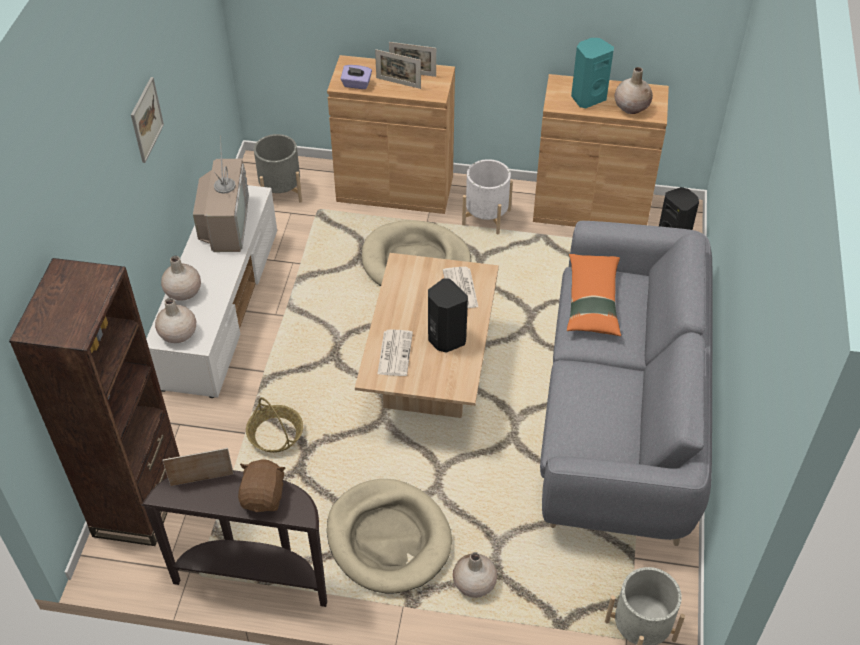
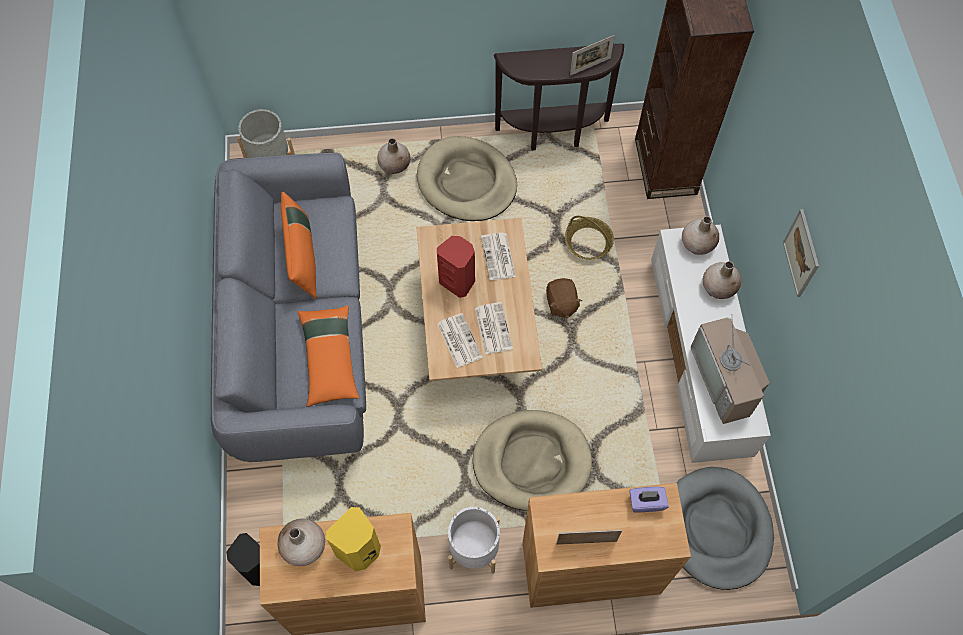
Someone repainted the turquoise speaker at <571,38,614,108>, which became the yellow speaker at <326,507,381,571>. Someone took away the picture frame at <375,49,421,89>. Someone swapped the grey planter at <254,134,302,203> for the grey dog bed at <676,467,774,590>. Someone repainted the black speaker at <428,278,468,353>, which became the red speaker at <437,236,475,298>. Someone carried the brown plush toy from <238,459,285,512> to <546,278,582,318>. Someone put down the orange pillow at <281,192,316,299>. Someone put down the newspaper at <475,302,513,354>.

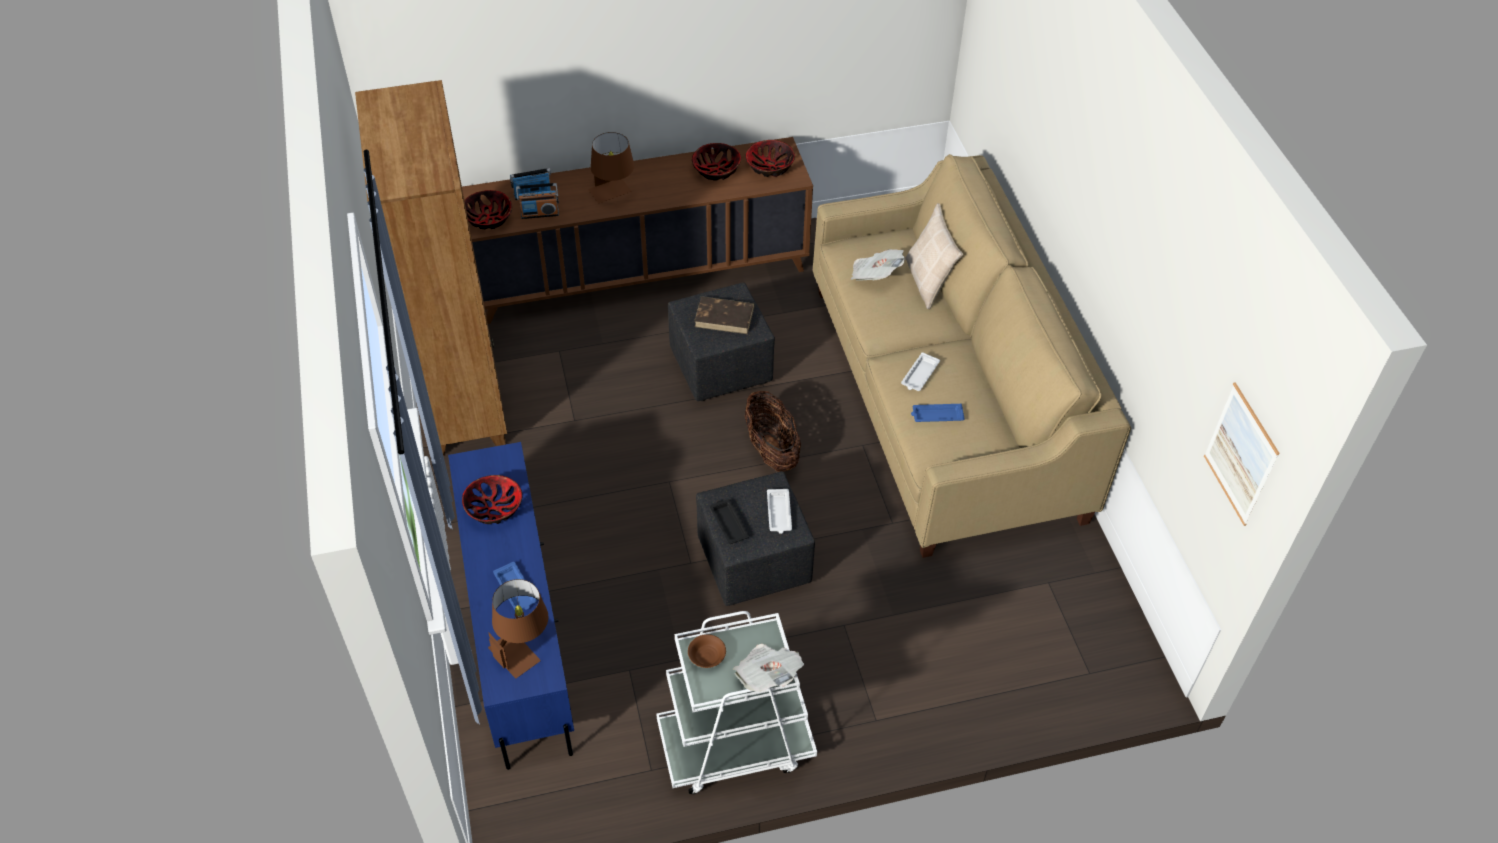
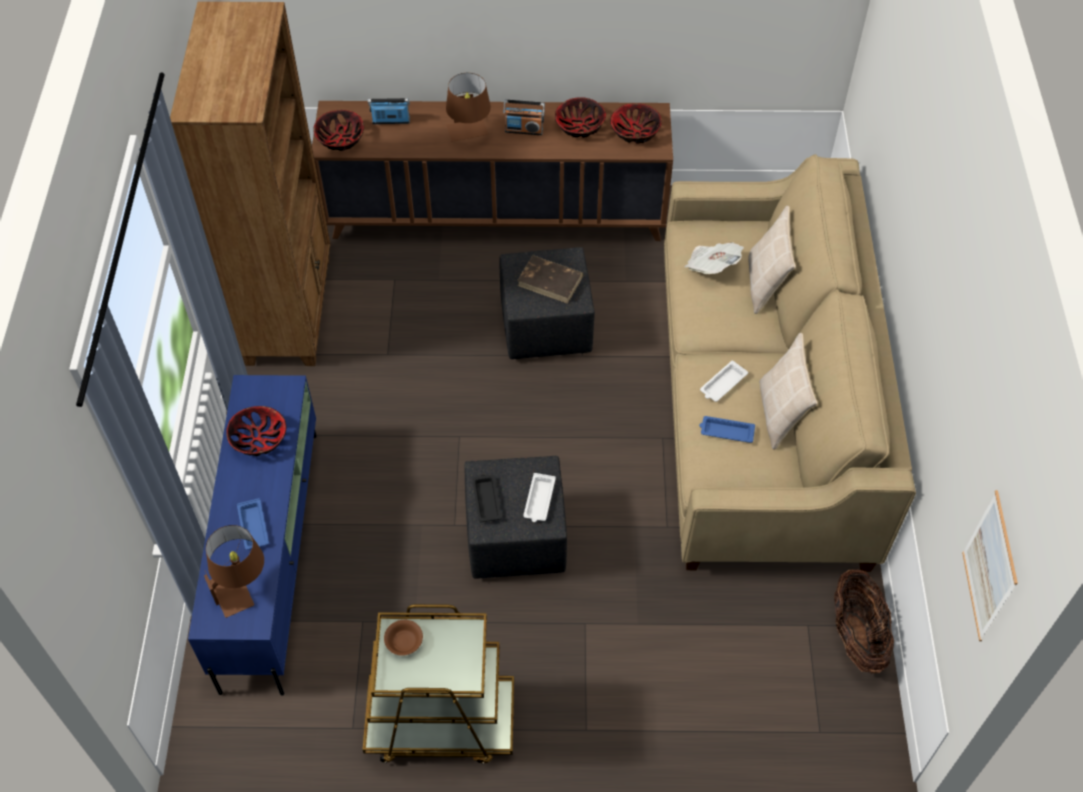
Someone carried the radio from <516,183,559,219> to <503,100,545,135>. Someone carried the basket from <744,391,801,472> to <834,570,894,673>. Someone repainted the white cart at <656,611,817,794>, which became the brown cart at <363,604,514,764>. Someone took away the newspaper at <733,644,804,692>. Someone put down the beige pillow at <759,333,818,450>.

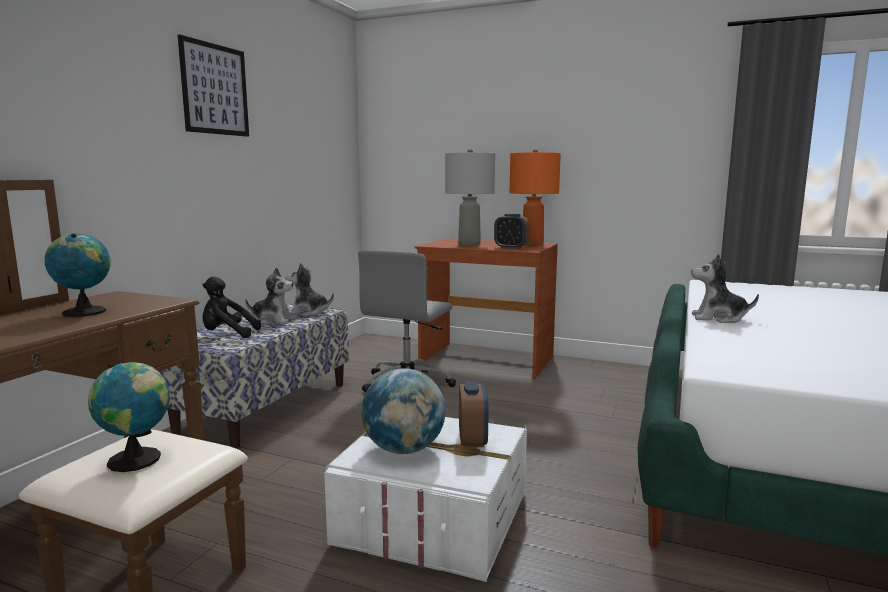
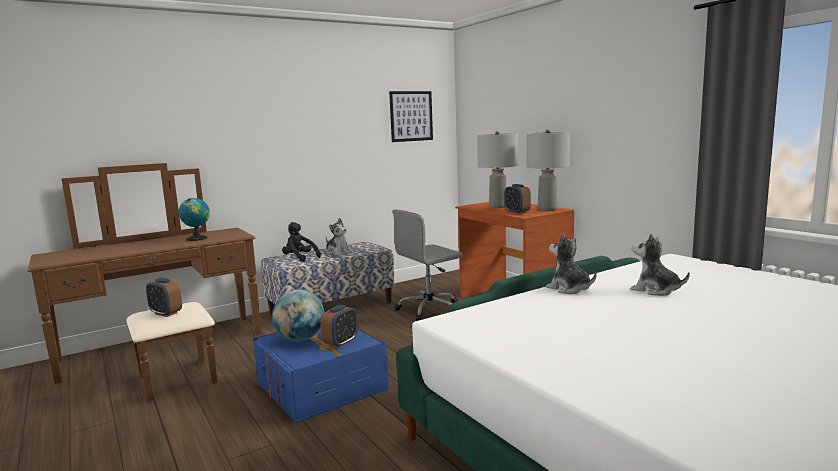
Someone carried the picture from <178,34,249,137> to <389,91,433,142>. Someone repainted the orange table lamp at <510,149,561,246>, which became the grey table lamp at <526,129,570,211>. Someone carried the plush toy from <286,263,334,316> to <630,234,690,296>. Someone swapped the globe at <88,362,170,472> for the alarm clock at <146,278,182,317>. Someone repainted the white storage box at <324,417,527,582>, which became the blue storage box at <253,328,389,423>.

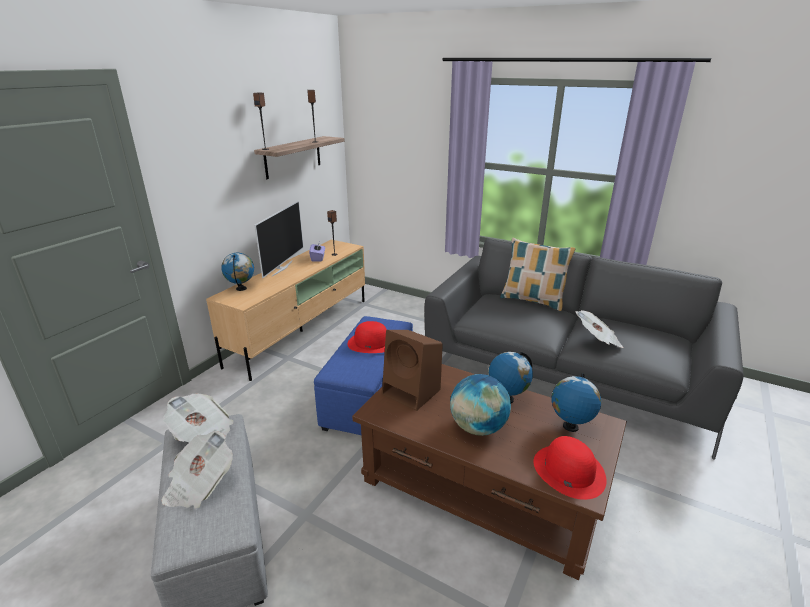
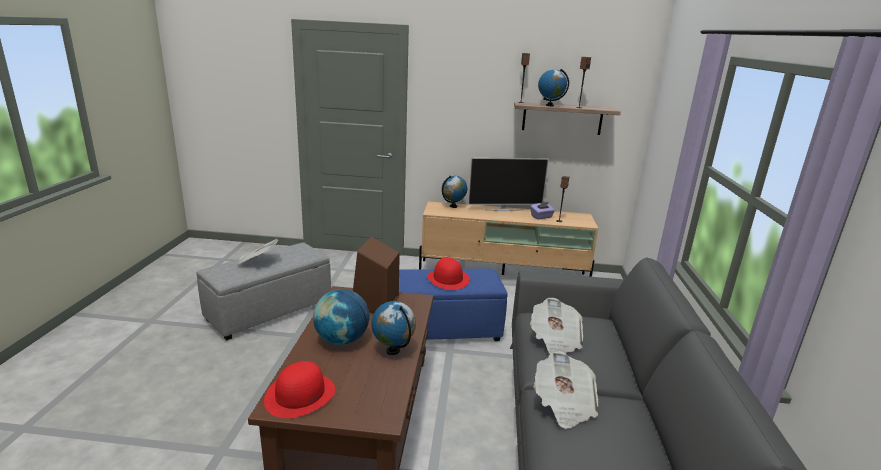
Someone took away the pillow at <500,238,576,311>. Someone carried the globe from <551,373,601,432> to <538,69,569,106>. Someone carried the newspaper from <163,394,234,443> to <530,298,583,354>.

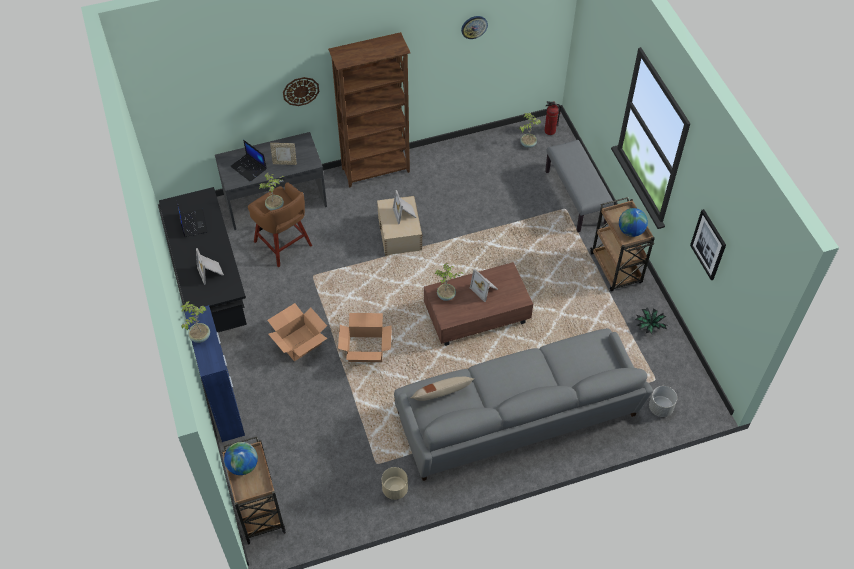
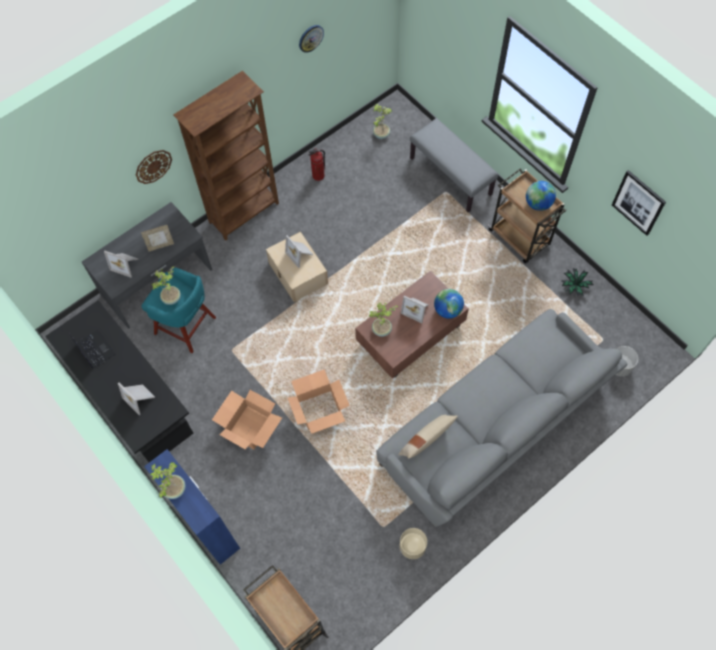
Someone carried the fire extinguisher from <544,101,561,135> to <308,148,325,181>. Someone swapped the laptop at <230,140,267,182> for the picture frame at <104,251,138,278>. Someone repainted the brown stool at <248,182,312,267>, which became the turquoise stool at <141,268,216,353>. Someone carried the globe from <224,442,258,475> to <434,289,464,319>.

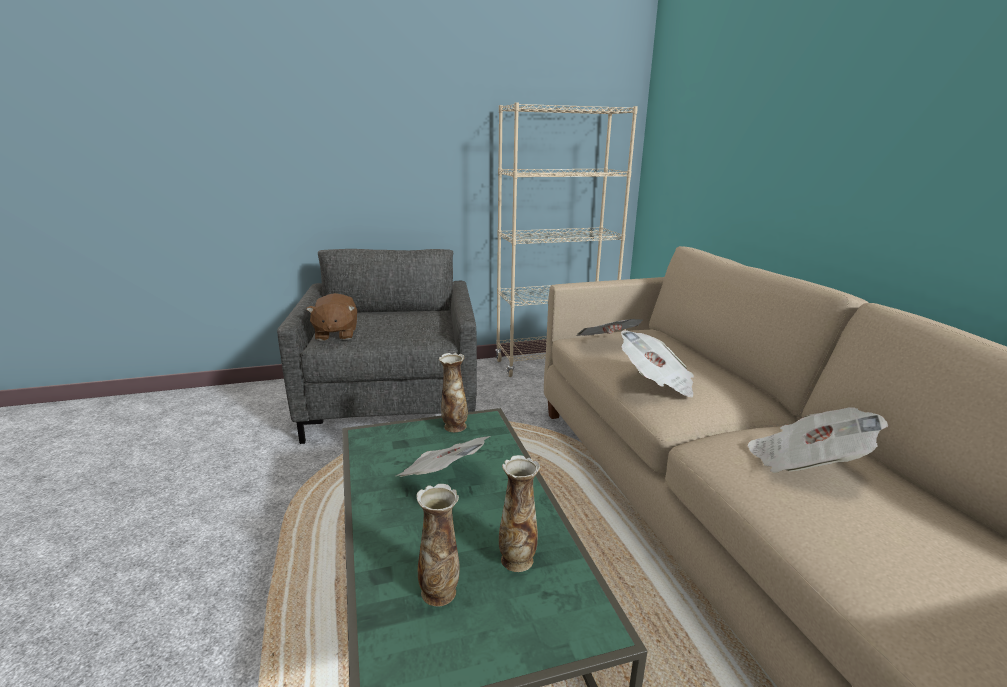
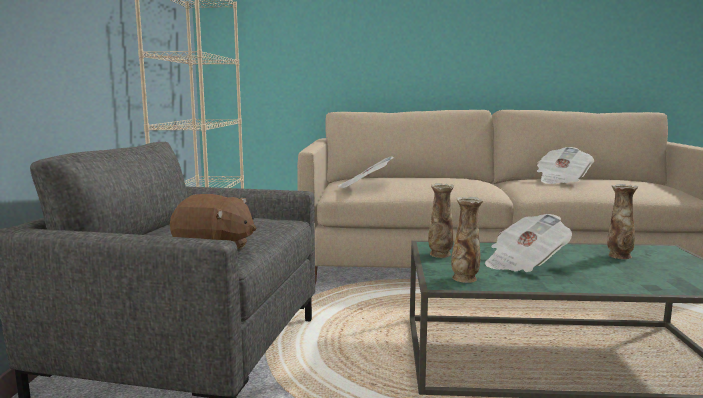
Someone took away the newspaper at <621,330,694,398>. Someone carried the vase from <416,484,460,606> to <451,197,484,283>.

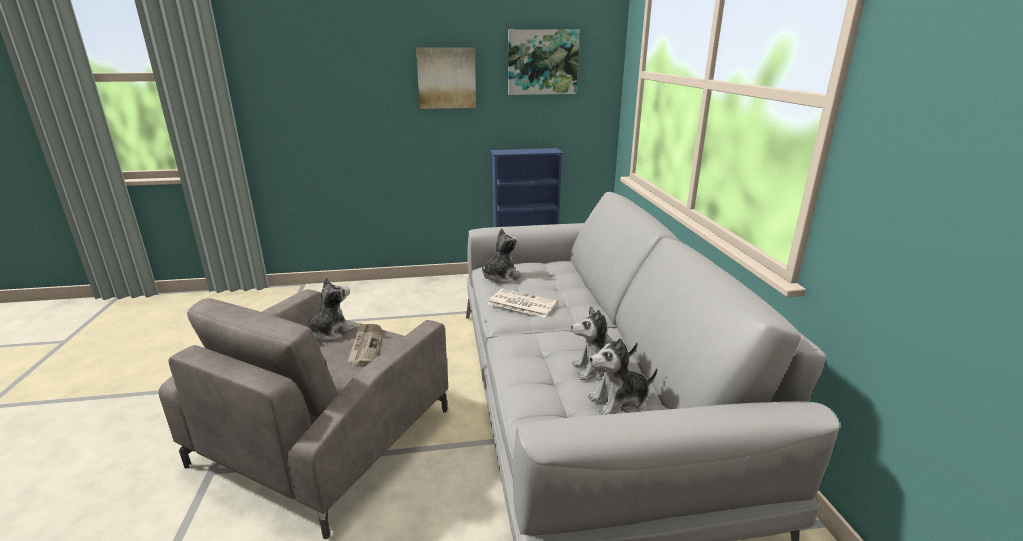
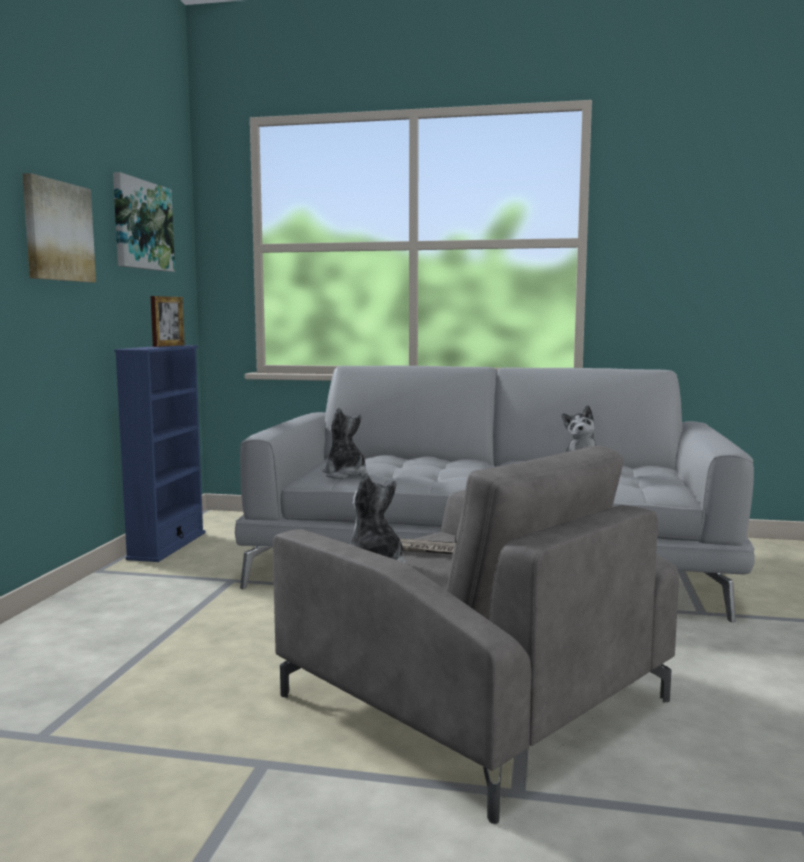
Someone took away the newspaper at <488,289,558,318>. Someone took away the plush toy at <588,333,657,415>. Someone put down the picture frame at <151,296,185,347>.

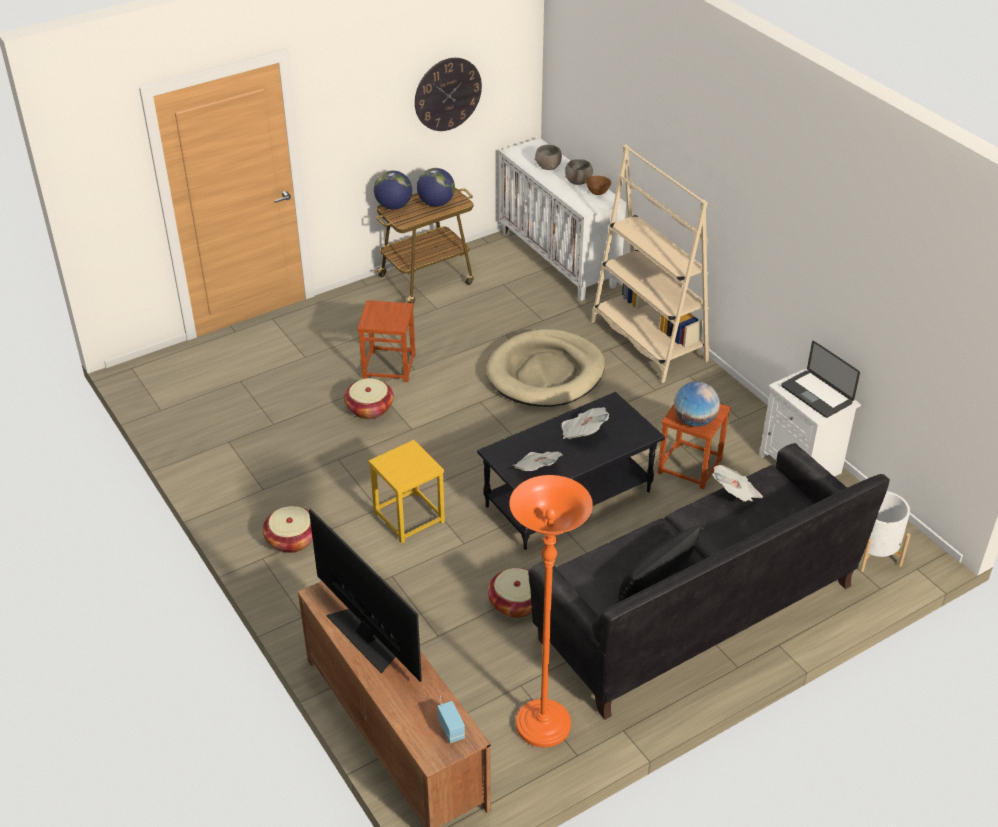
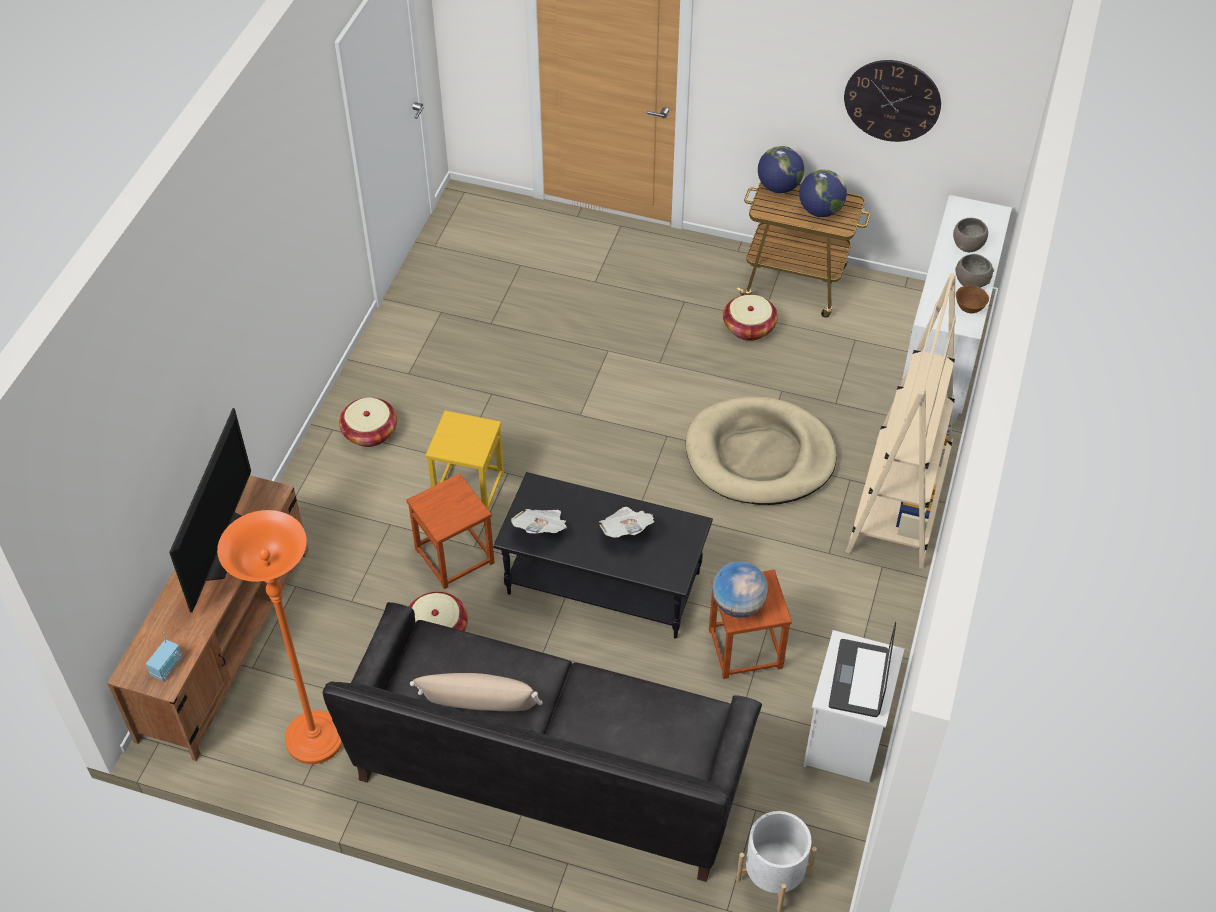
Someone carried the brown stool from <357,300,415,382> to <406,473,495,589>. Someone carried the basket from <344,378,394,419> to <723,294,778,341>. Someone took away the newspaper at <712,465,763,502>. Someone repainted the black pillow at <617,526,704,603>, which became the beige pillow at <410,673,543,711>.

